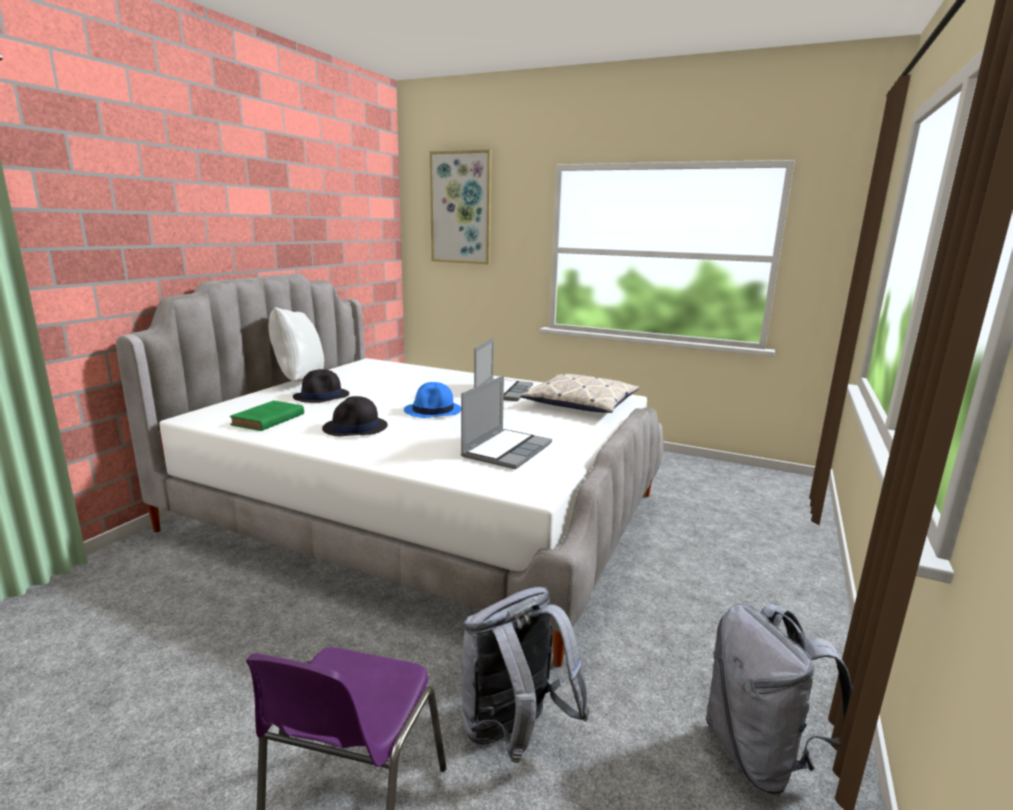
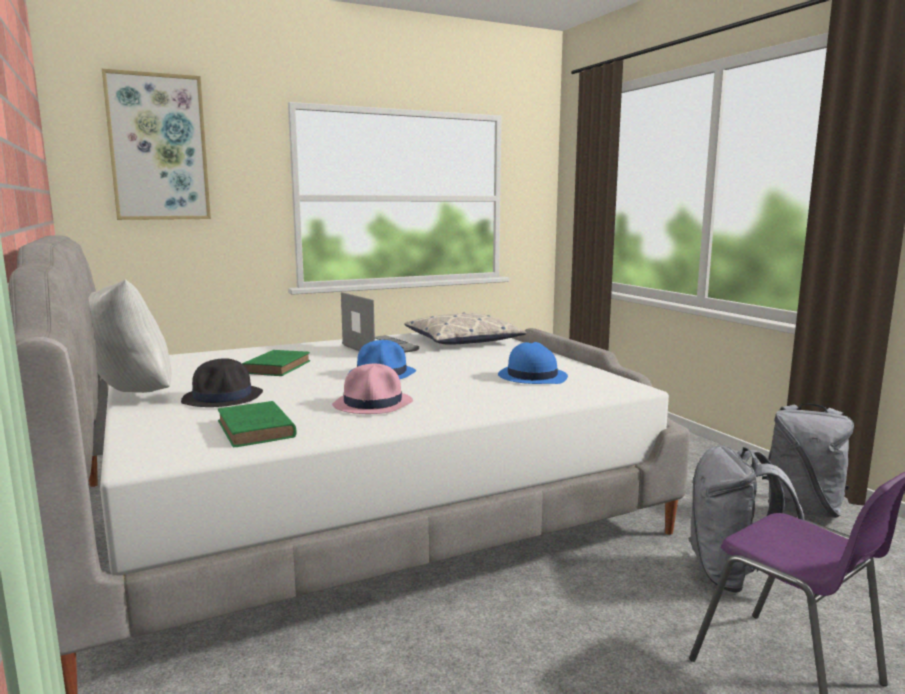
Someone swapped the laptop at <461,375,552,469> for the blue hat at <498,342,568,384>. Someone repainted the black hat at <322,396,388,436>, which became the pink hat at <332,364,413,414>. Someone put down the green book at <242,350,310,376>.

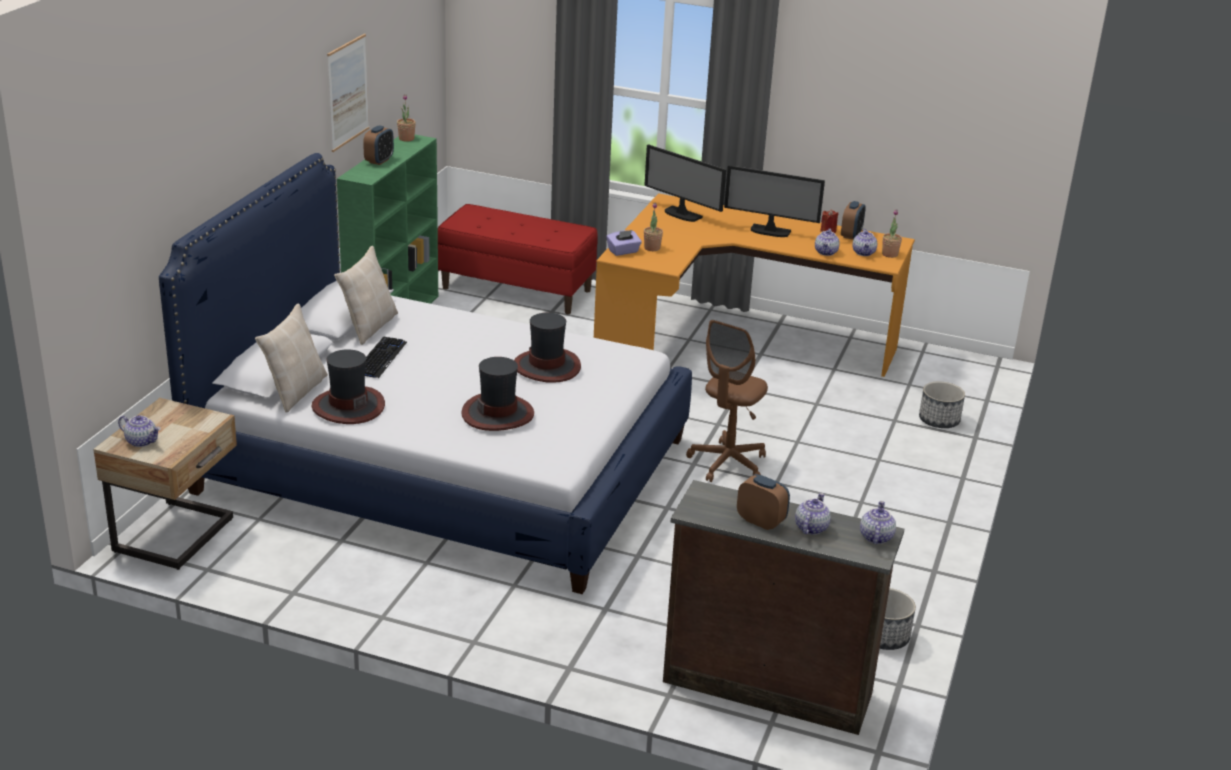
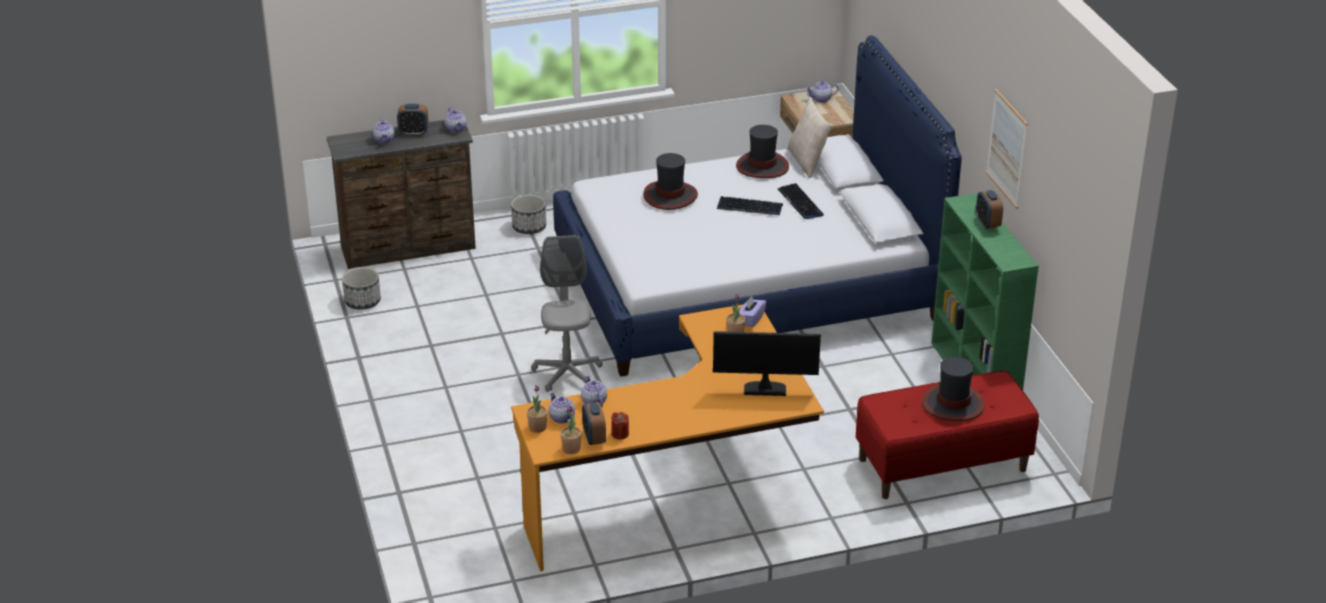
Someone carried the potted plant from <397,94,416,141> to <560,406,582,454>. Someone took away the monitor at <724,165,825,237>. Someone took away the beige pillow at <334,246,398,345>. Someone carried the hat from <514,313,581,383> to <922,357,985,421>. Someone repainted the brown office chair at <686,320,768,482>, which became the grey office chair at <531,235,603,392>. Someone carried the planter from <919,381,965,428> to <511,195,546,234>. Someone carried the teapot from <860,501,896,544> to <445,107,467,132>. Someone put down the keyboard at <717,196,783,215>.

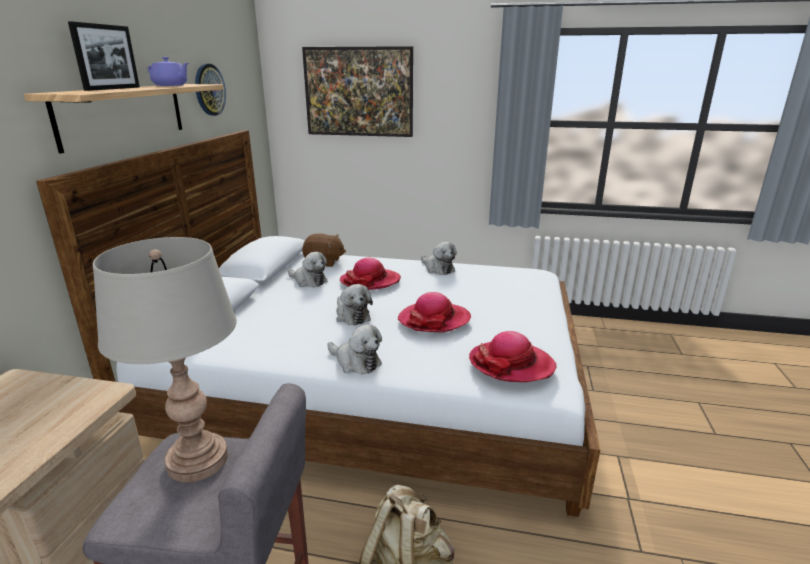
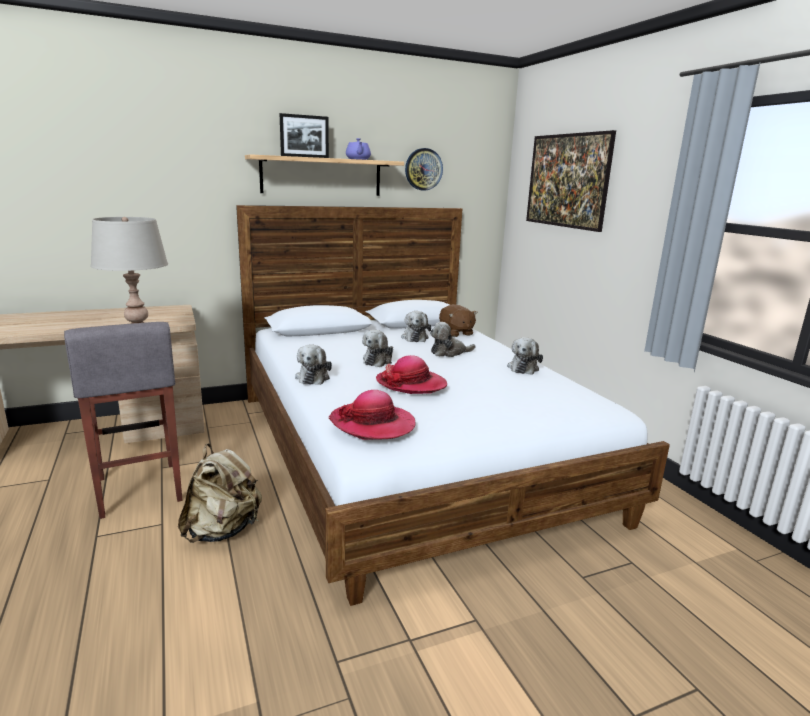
Someone swapped the hat at <340,258,401,290> for the plush toy at <430,322,475,357>.

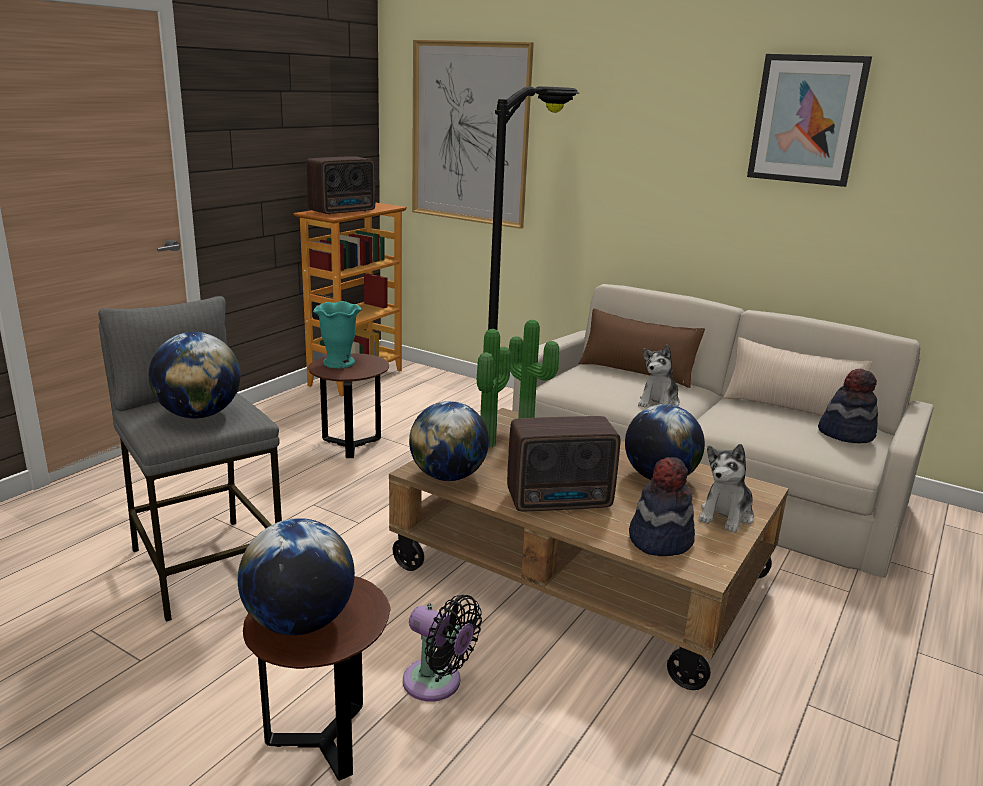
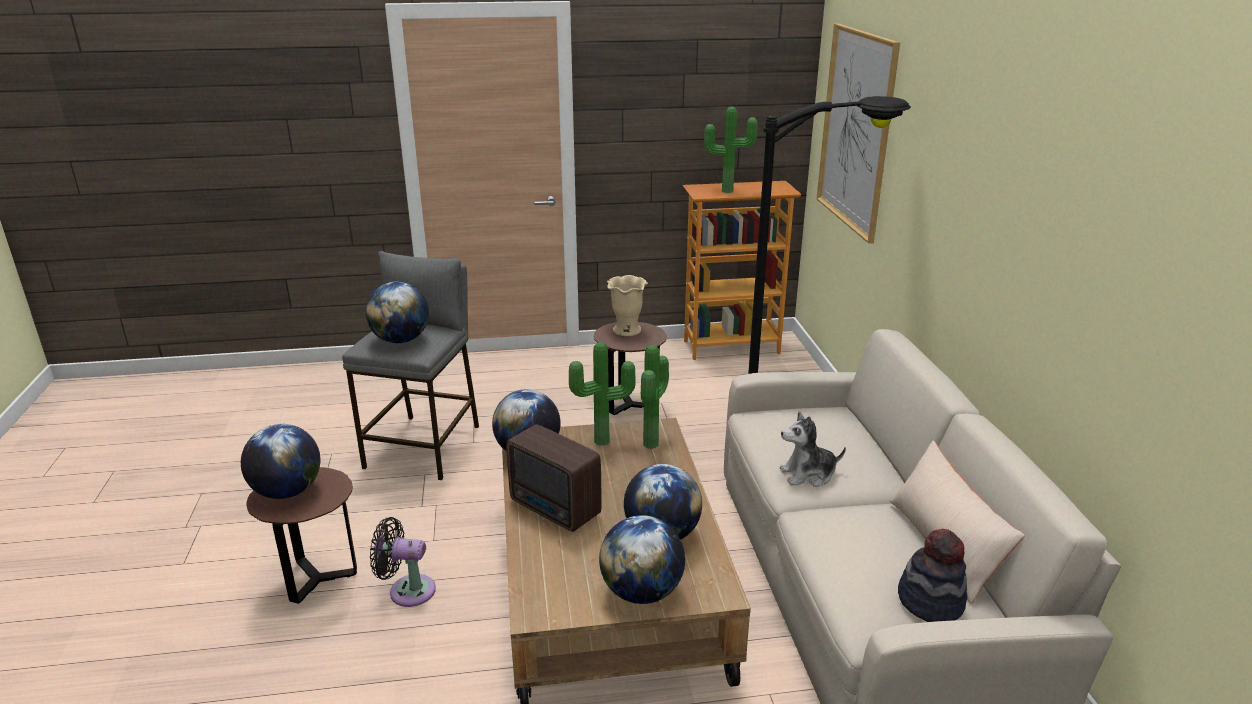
Someone took away the picture at <747,54,872,187>. Someone swapped the radio at <306,156,375,215> for the potted plant at <704,107,758,193>. Someone repainted the turquoise vase at <313,301,362,368>, which became the beige vase at <607,275,648,336>. Someone took away the brown pillow at <579,308,705,388>. Someone swapped the plush toy at <698,444,754,533> for the globe at <599,515,685,604>. Someone took away the hat at <629,457,695,556>. Someone rotated the black fan at <403,595,482,702> by 105 degrees clockwise.

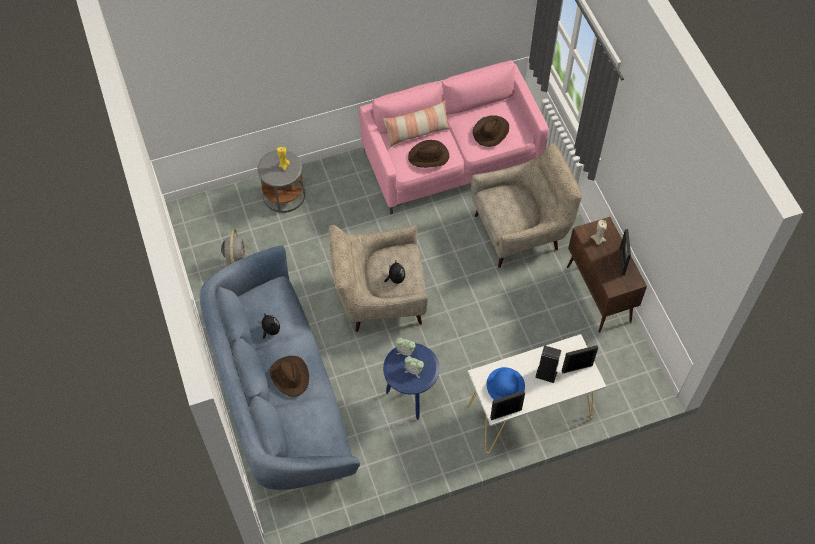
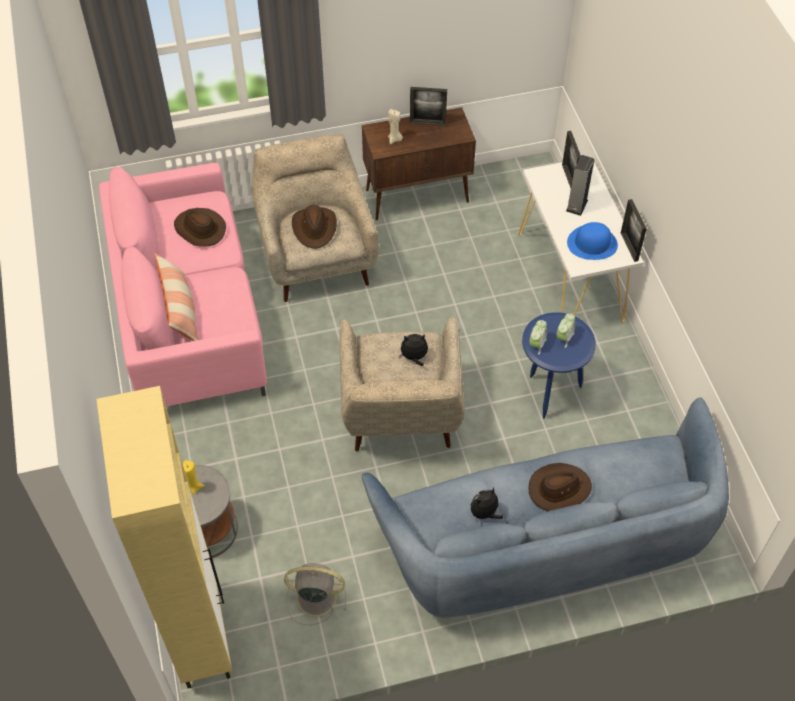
Someone carried the brown hat from <408,140,449,168> to <292,205,337,249>. Someone put down the beige cabinet at <96,386,232,688>.

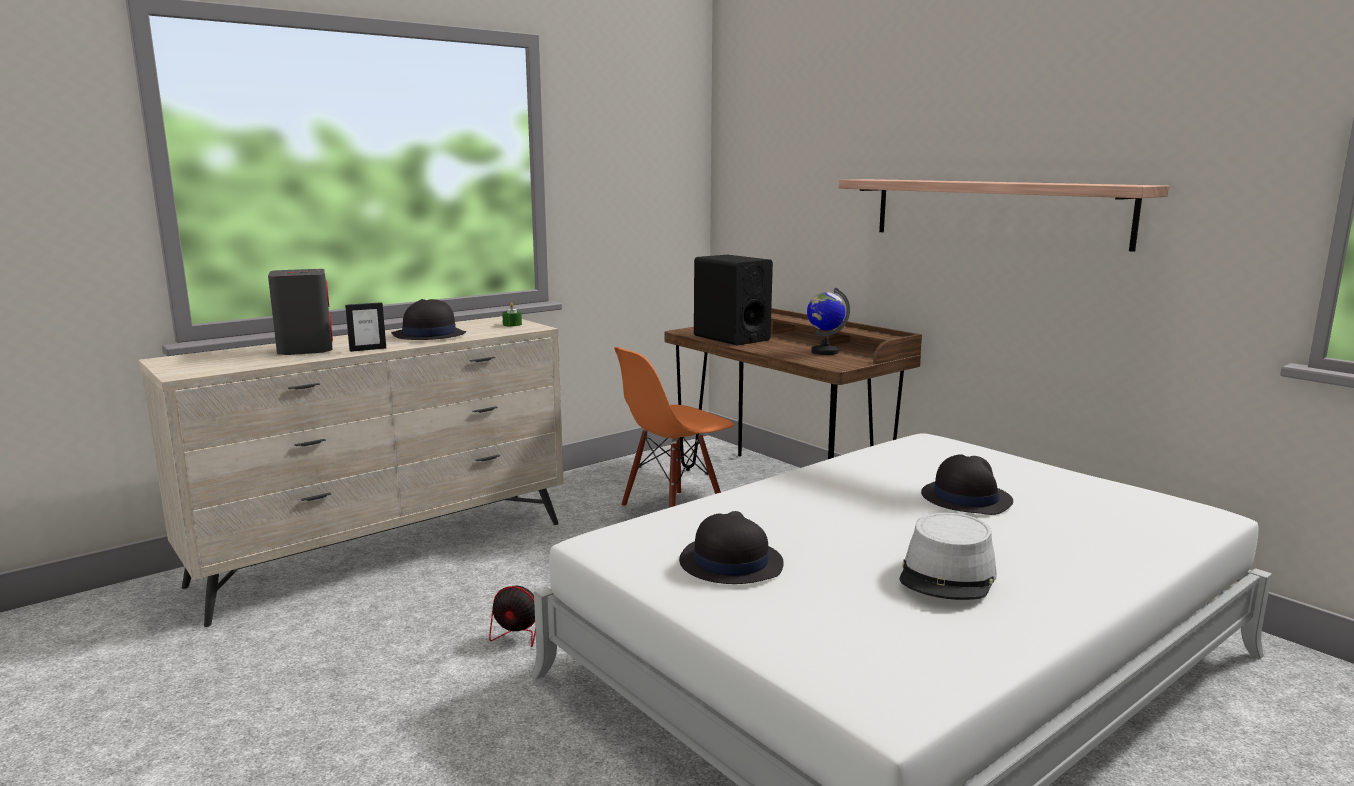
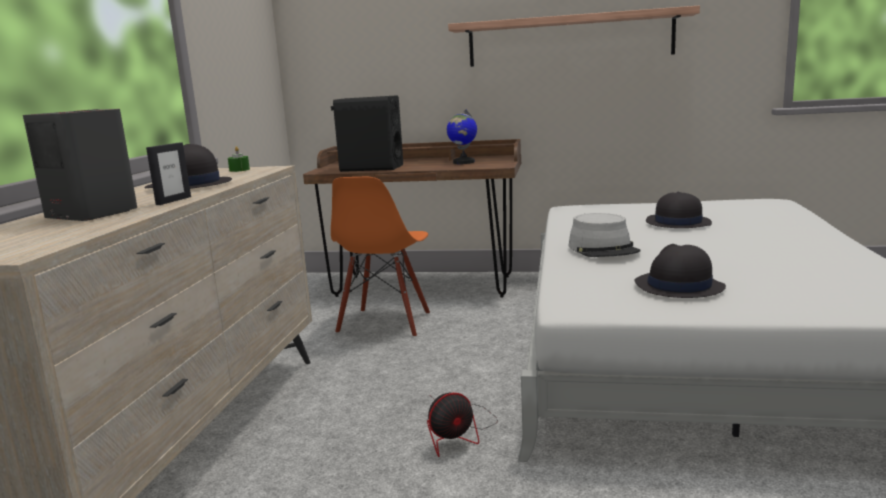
Someone carried the grey hat from <899,513,997,600> to <569,213,640,257>.

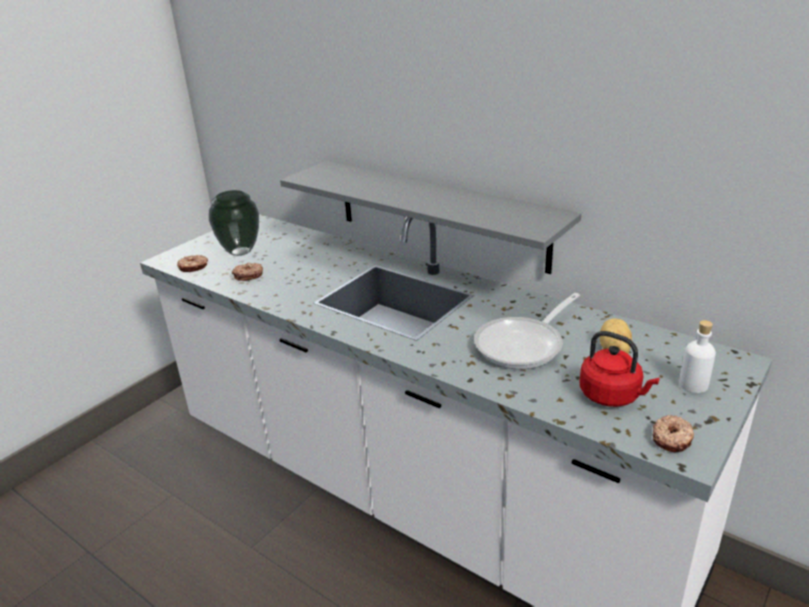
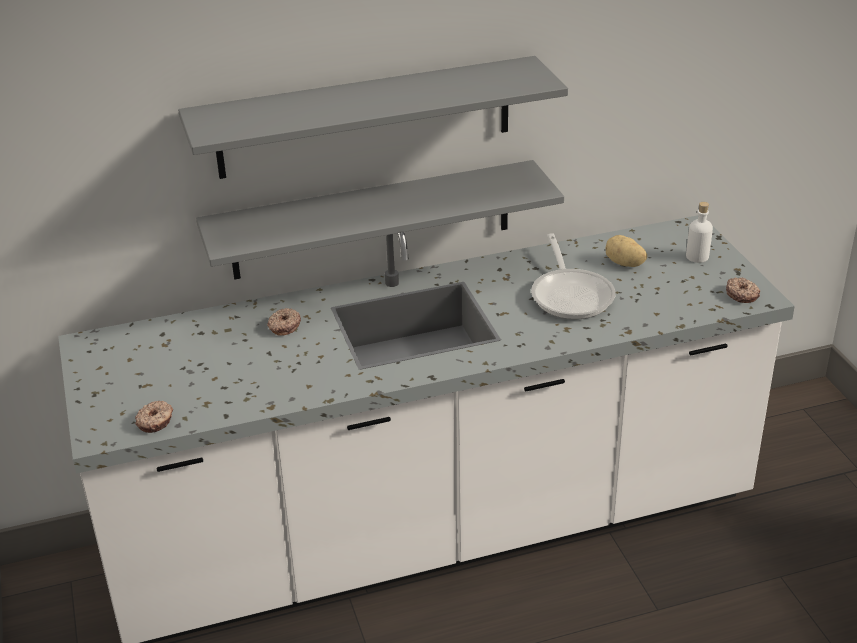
Someone took away the vase at <209,190,259,256>. Someone carried the donut from <232,262,263,281> to <267,308,301,336>. Someone took away the red kettle at <579,331,660,407>. Someone put up the grey shelf at <178,56,568,179>.

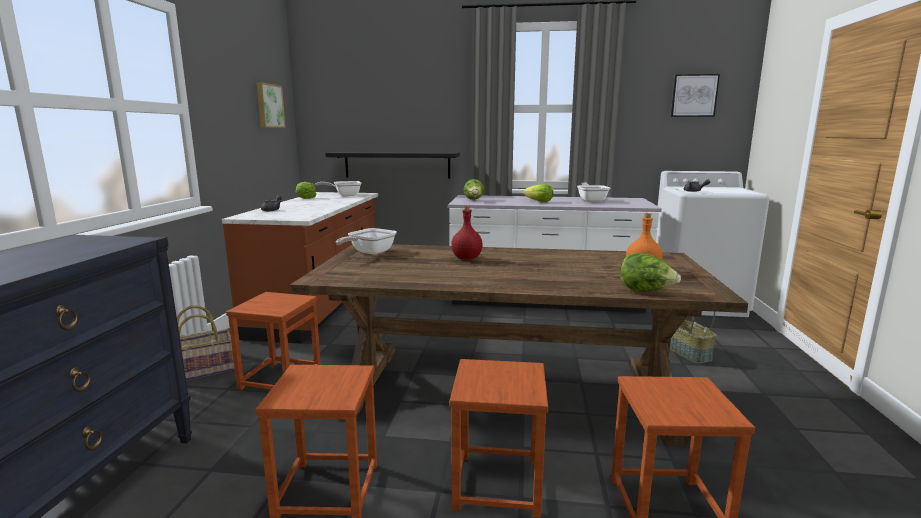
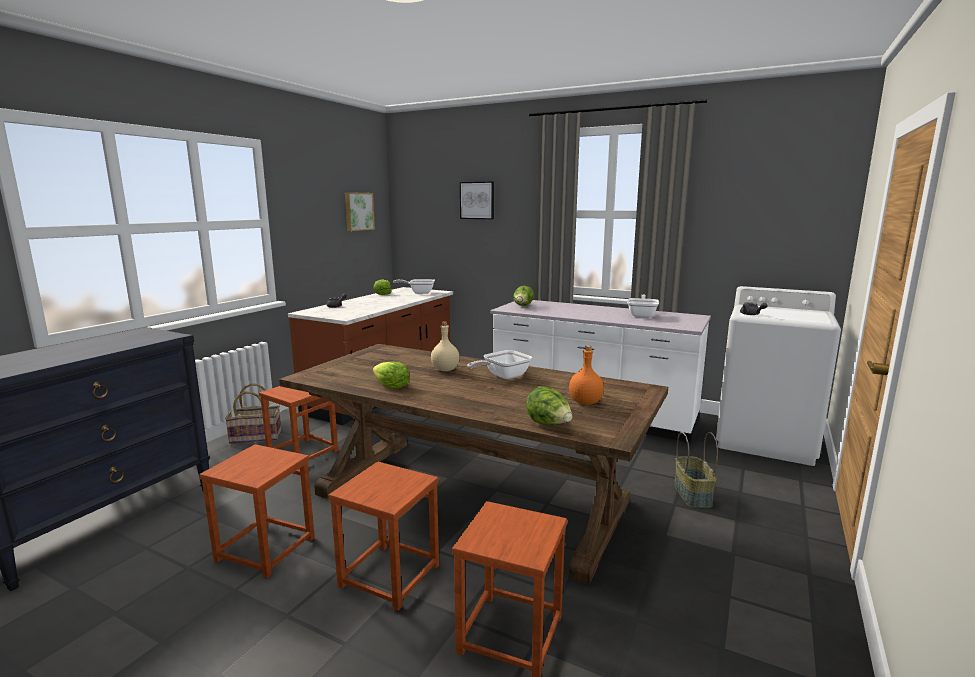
Someone carried the picture from <671,74,720,117> to <460,182,494,219>. Someone took away the black shelf at <325,152,460,179>. Someone carried the lettuce from <523,184,553,202> to <373,362,410,389>. Someone repainted the red bottle at <451,206,483,260>, which became the beige bottle at <431,322,460,371>. Someone carried the frying pan from <336,228,397,255> to <467,350,532,379>.

